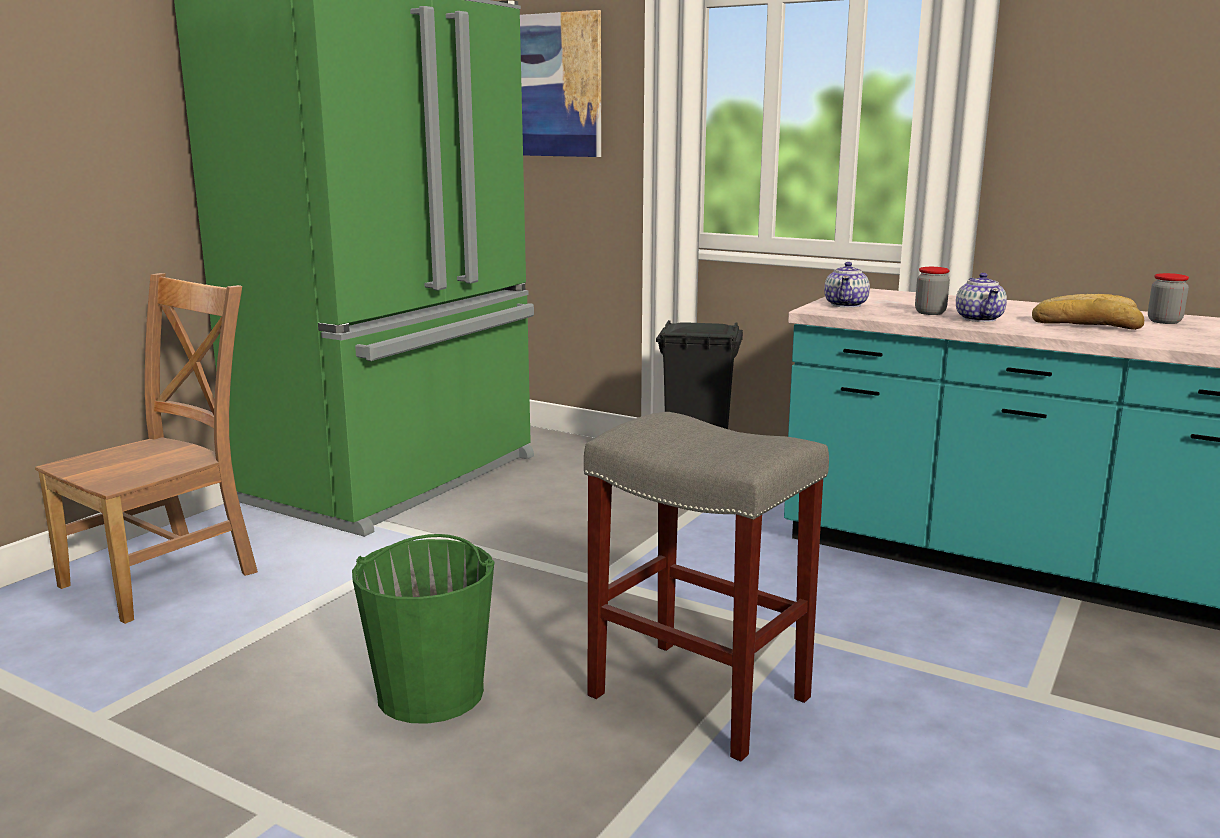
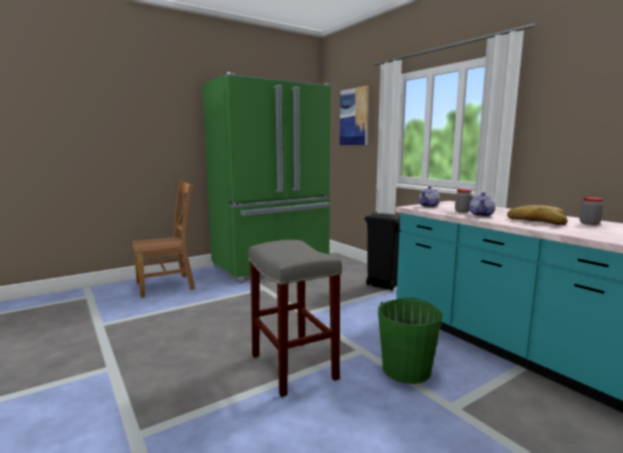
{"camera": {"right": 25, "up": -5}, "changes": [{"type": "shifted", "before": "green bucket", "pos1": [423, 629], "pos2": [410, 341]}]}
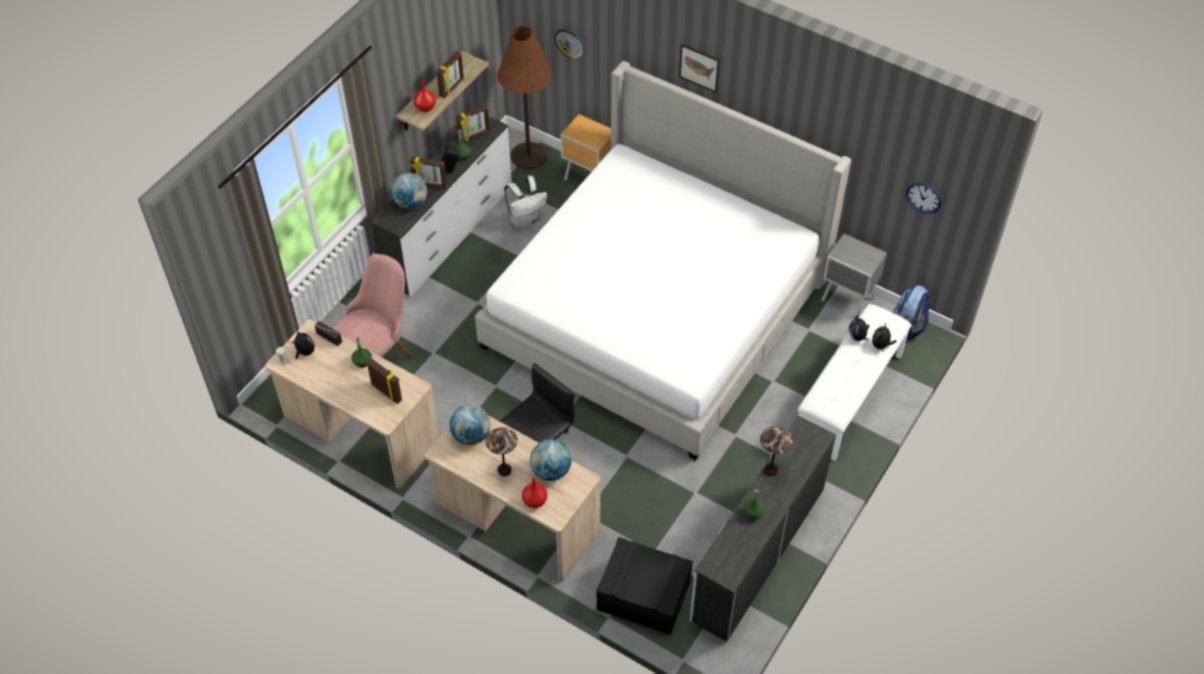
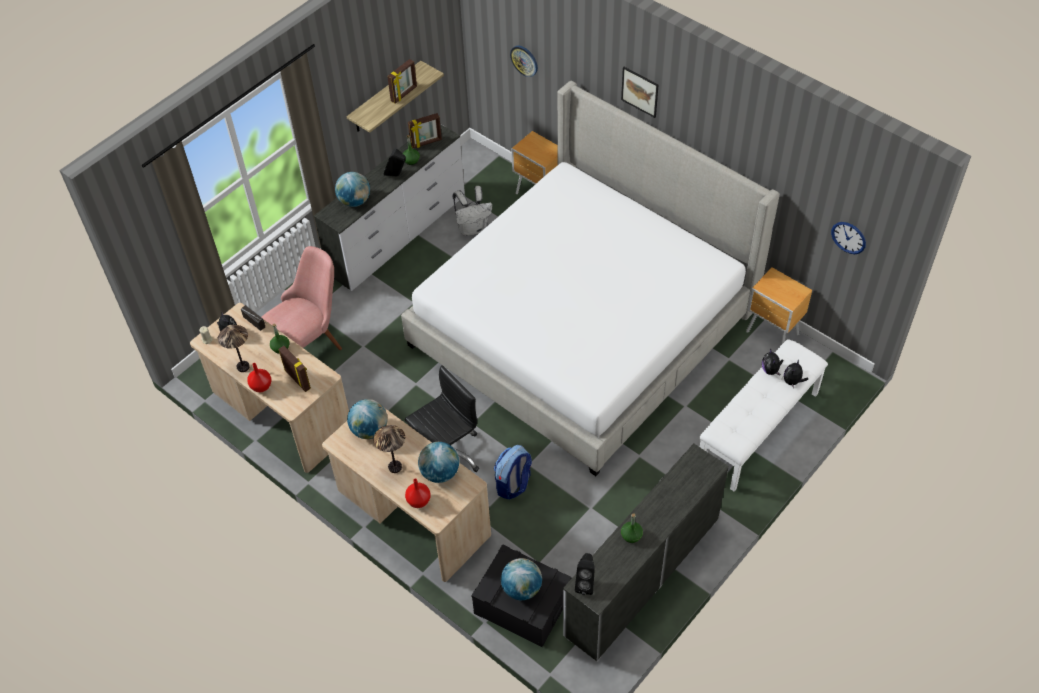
{"camera": {"right": 10, "up": 0}, "changes": [{"type": "gone", "before": "picture frame", "pos1": [428, 172]}, {"type": "shifted", "before": "red vase", "pos1": [424, 96], "pos2": [259, 377]}, {"type": "gone", "before": "brown floor lamp", "pos1": [524, 97]}, {"type": "shifted", "before": "table lamp", "pos1": [776, 451], "pos2": [234, 348]}, {"type": "repainted", "before": "grey nightstand", "after": "brown nightstand", "pos1": [854, 275], "pos2": [779, 306]}, {"type": "shifted", "before": "backpack", "pos1": [912, 312], "pos2": [513, 472]}, {"type": "new", "after": "globe", "pos2": [521, 579]}, {"type": "new", "after": "black speaker", "pos2": [585, 574]}]}
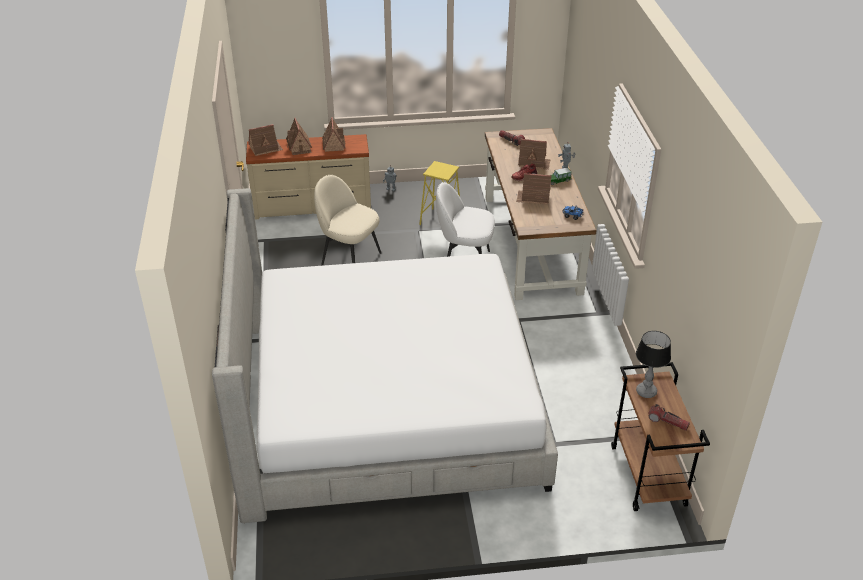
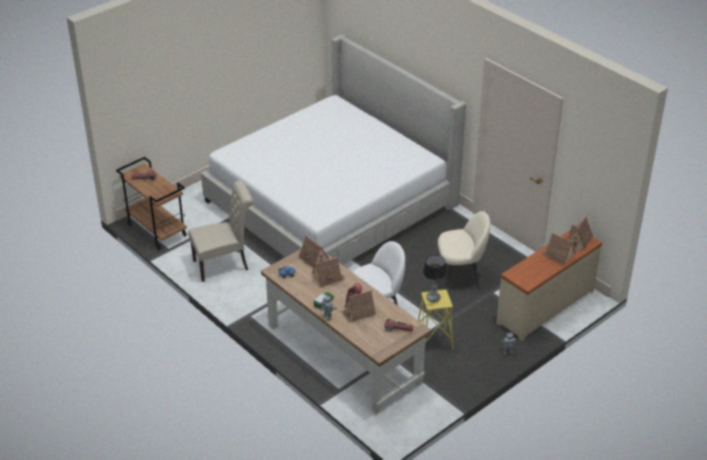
{"camera": {"right": 145, "up": 0}, "changes": [{"type": "shifted", "before": "toy house", "pos1": [334, 134], "pos2": [313, 252]}, {"type": "shifted", "before": "table lamp", "pos1": [653, 364], "pos2": [435, 278]}, {"type": "new", "after": "beige chair", "pos2": [220, 231]}]}
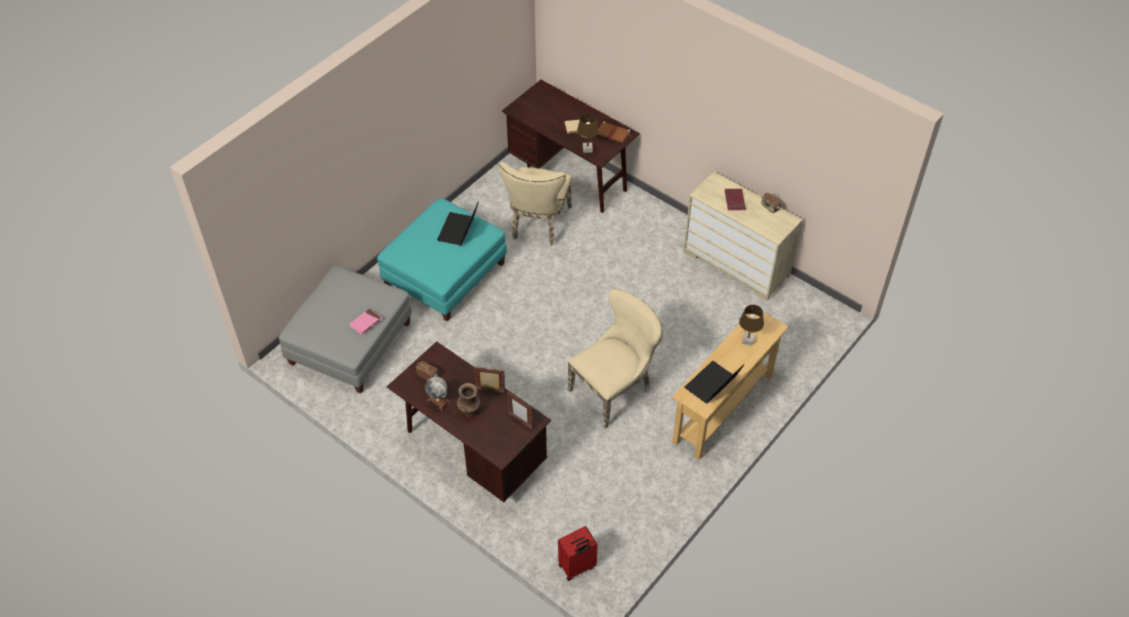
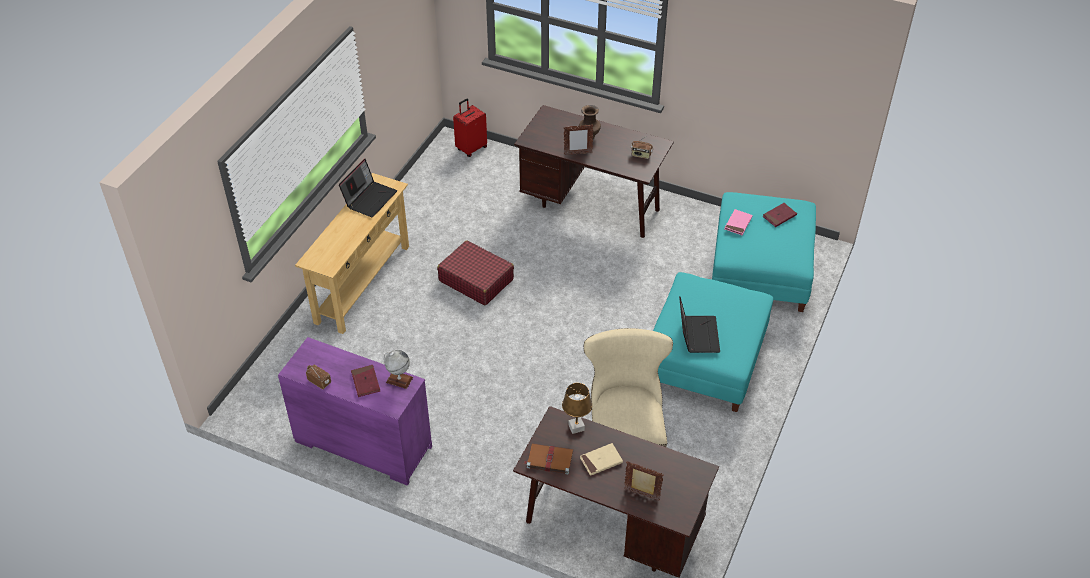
{"camera": {"right": 165, "up": -5}, "changes": [{"type": "repainted", "before": "grey ottoman", "after": "turquoise ottoman", "pos1": [345, 329], "pos2": [764, 252]}, {"type": "shifted", "before": "globe", "pos1": [437, 394], "pos2": [398, 369]}, {"type": "shifted", "before": "picture frame", "pos1": [520, 410], "pos2": [644, 481]}, {"type": "swapped", "before": "beige chair", "after": "red suitcase", "pos1": [615, 359], "pos2": [475, 272]}, {"type": "repainted", "before": "beige dresser", "after": "purple dresser", "pos1": [743, 236], "pos2": [355, 411]}, {"type": "gone", "before": "brown table lamp", "pos1": [751, 325]}, {"type": "new", "after": "red book", "pos2": [780, 215]}]}
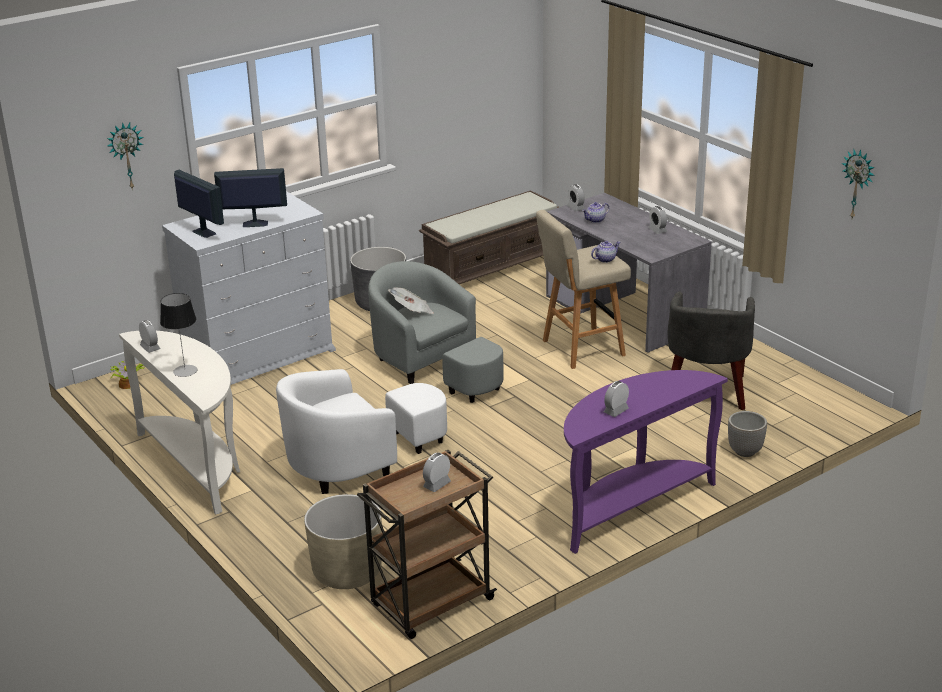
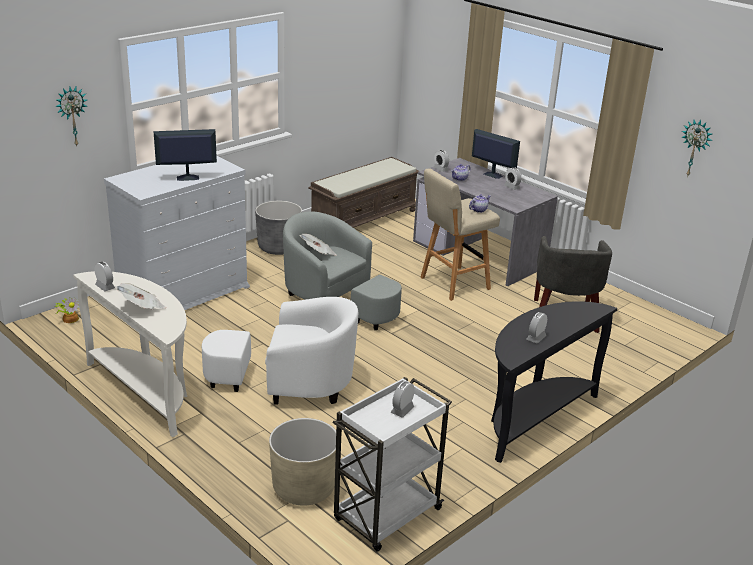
{"camera": {"right": -10, "up": 0}, "changes": [{"type": "swapped", "before": "table lamp", "after": "newspaper", "pos1": [179, 335], "pos2": [140, 296]}, {"type": "shifted", "before": "monitor", "pos1": [199, 204], "pos2": [496, 154]}, {"type": "rotated", "before": "white armchair", "pos1": [361, 431], "pos2": [280, 351], "turn": -135}, {"type": "repainted", "before": "brown cart", "after": "white cart", "pos1": [427, 544], "pos2": [392, 464]}, {"type": "repainted", "before": "purple console table", "after": "black console table", "pos1": [646, 462], "pos2": [554, 382]}, {"type": "gone", "before": "planter", "pos1": [747, 434]}]}
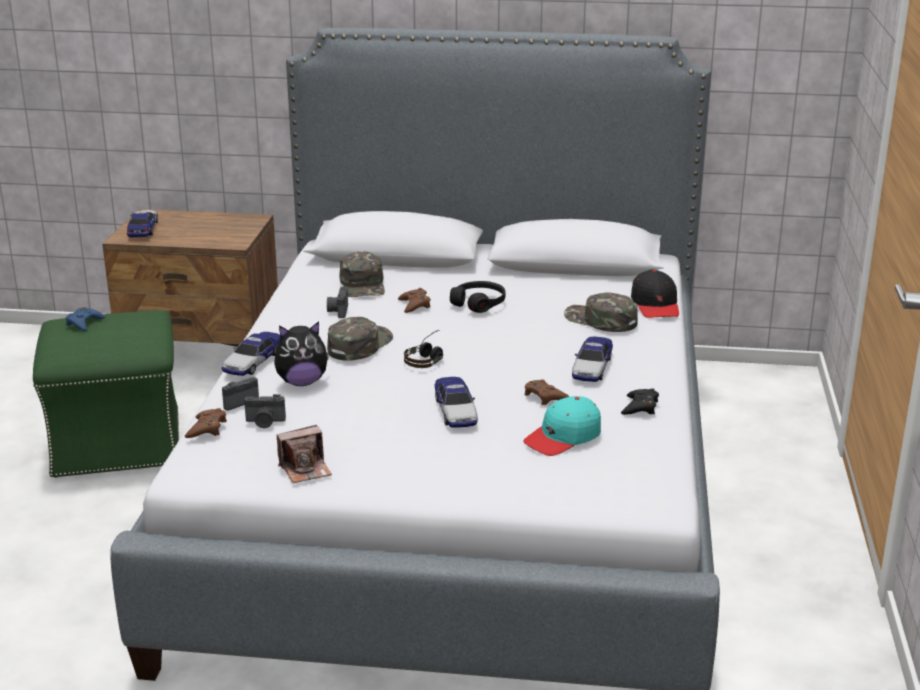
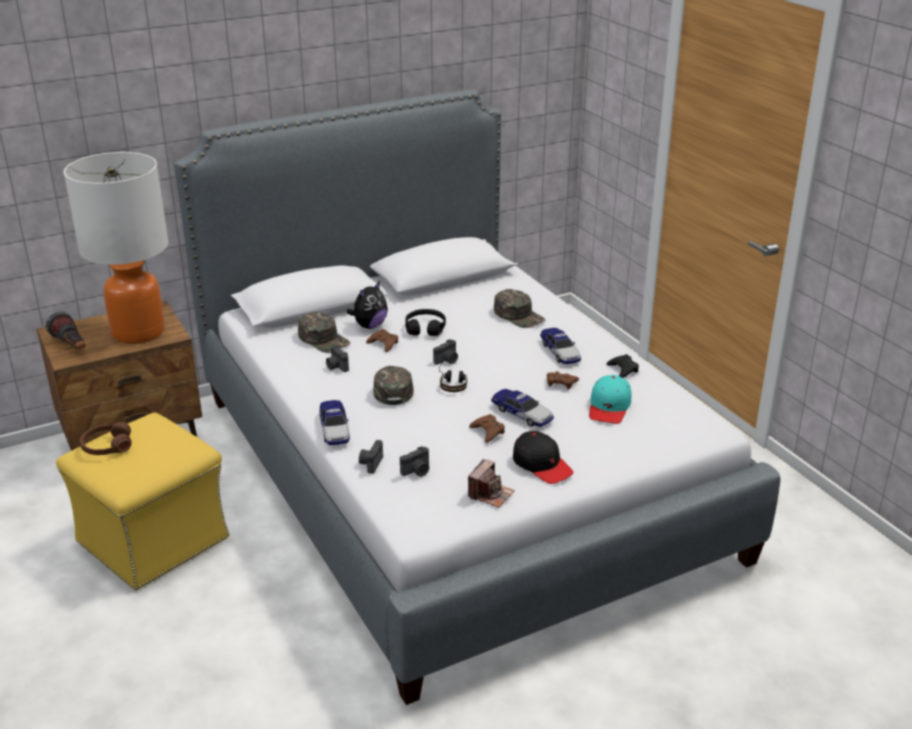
{"camera": {"right": -35, "up": 5}, "changes": [{"type": "repainted", "before": "green ottoman", "after": "yellow ottoman", "pos1": [106, 394], "pos2": [143, 501]}, {"type": "swapped", "before": "blue game controller", "after": "brown headphones", "pos1": [85, 319], "pos2": [106, 438]}, {"type": "swapped", "before": "toy car", "after": "flashlight", "pos1": [142, 223], "pos2": [65, 330]}, {"type": "shifted", "before": "brown game controller", "pos1": [206, 423], "pos2": [487, 428]}, {"type": "shifted", "before": "plush toy", "pos1": [301, 354], "pos2": [367, 305]}, {"type": "rotated", "before": "green cap", "pos1": [601, 312], "pos2": [519, 308], "turn": -135}, {"type": "shifted", "before": "black cap", "pos1": [655, 294], "pos2": [543, 457]}, {"type": "new", "after": "table lamp", "pos2": [116, 247]}, {"type": "new", "after": "photo camera", "pos2": [445, 352]}]}
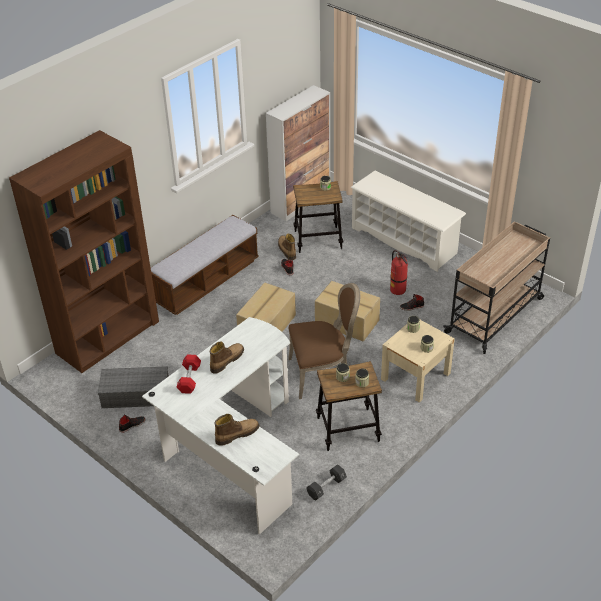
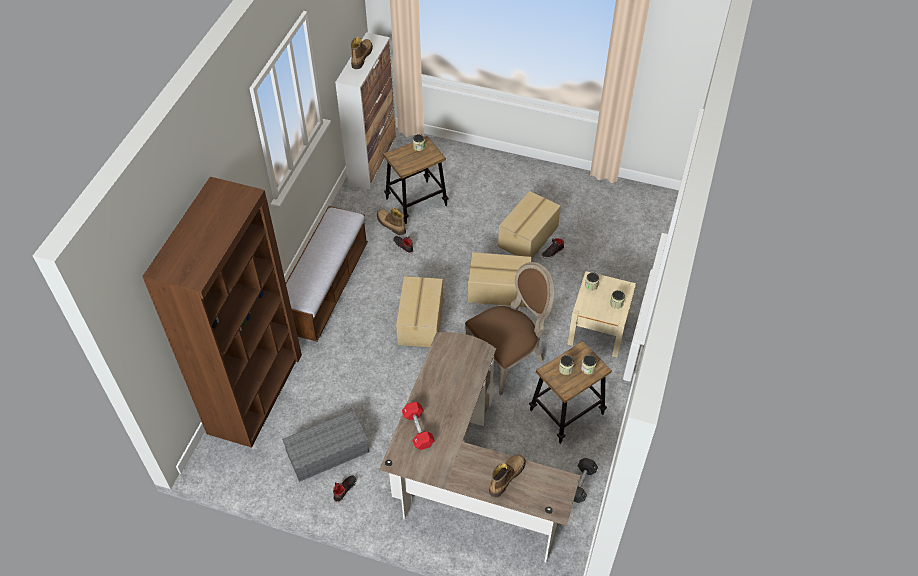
{"camera": {"right": -25, "up": 10}, "changes": [{"type": "repainted", "before": "white desk", "after": "brown desk", "pos1": [220, 426], "pos2": [479, 447]}, {"type": "shifted", "before": "boot", "pos1": [227, 357], "pos2": [362, 53]}, {"type": "gone", "before": "white shoe rack", "pos1": [408, 221]}, {"type": "swapped", "before": "fire extinguisher", "after": "cardboard box", "pos1": [399, 272], "pos2": [529, 225]}, {"type": "gone", "before": "beige cart", "pos1": [496, 287]}]}
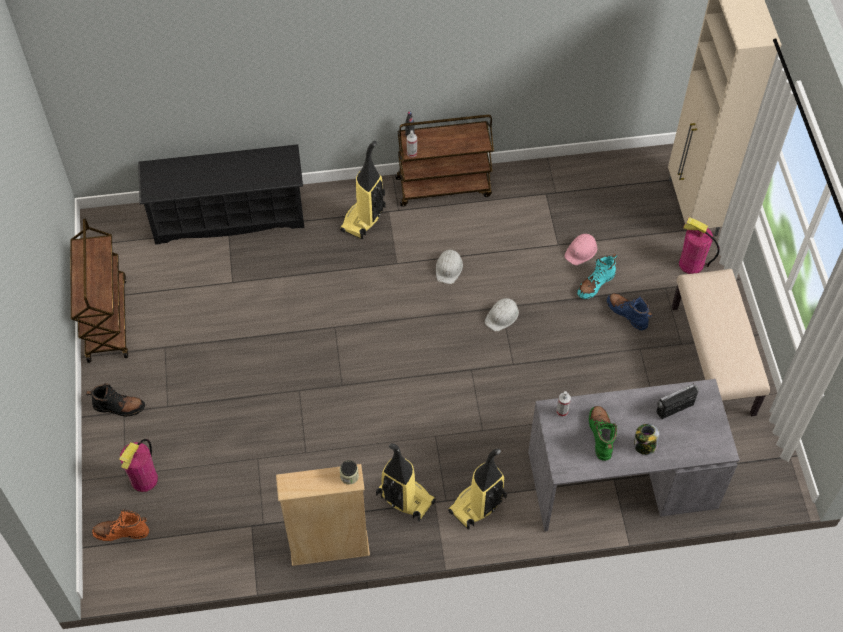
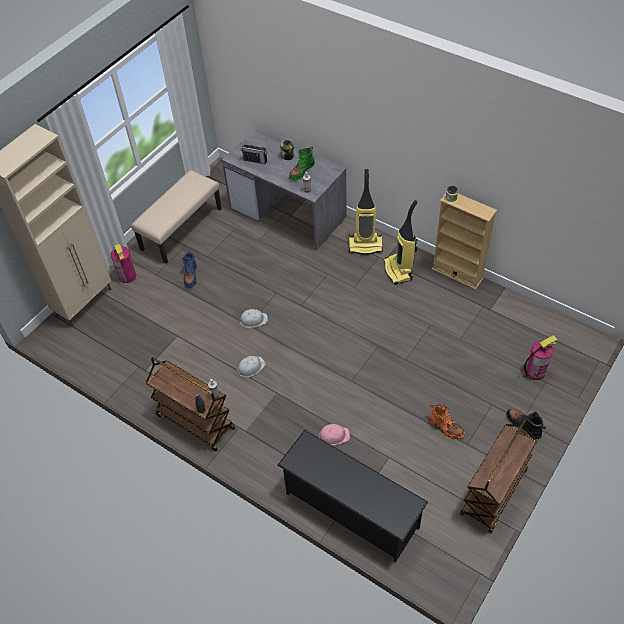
{"camera": {"right": -135, "up": -5}, "changes": [{"type": "shifted", "before": "orange boot", "pos1": [120, 525], "pos2": [447, 421]}, {"type": "gone", "before": "vacuum cleaner", "pos1": [363, 190]}, {"type": "shifted", "before": "pink hard hat", "pos1": [580, 249], "pos2": [334, 435]}, {"type": "gone", "before": "turquoise boot", "pos1": [597, 276]}]}
